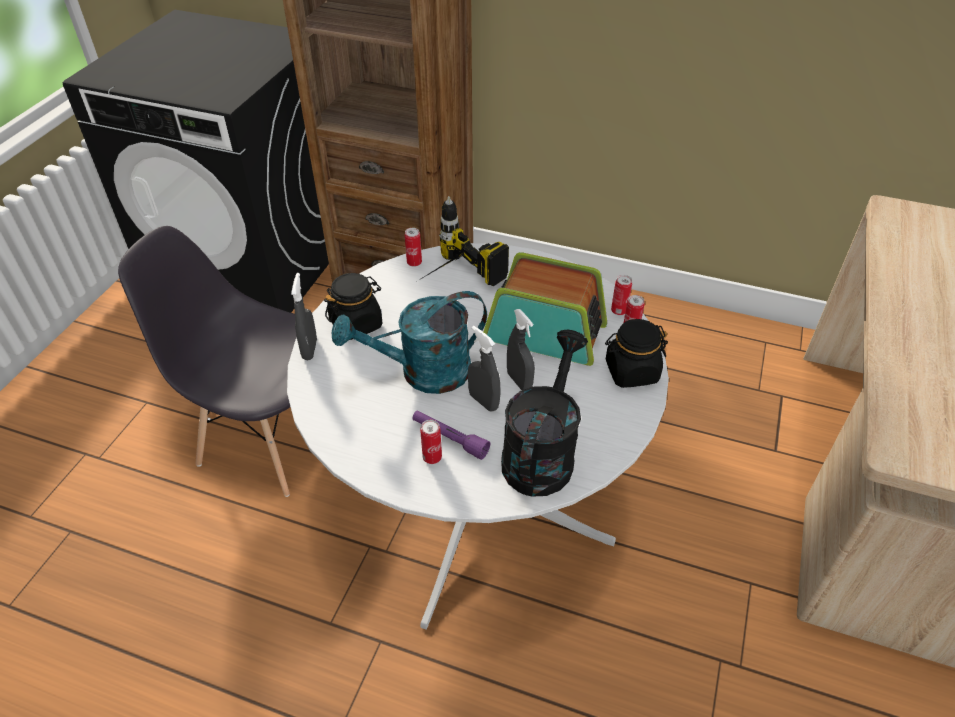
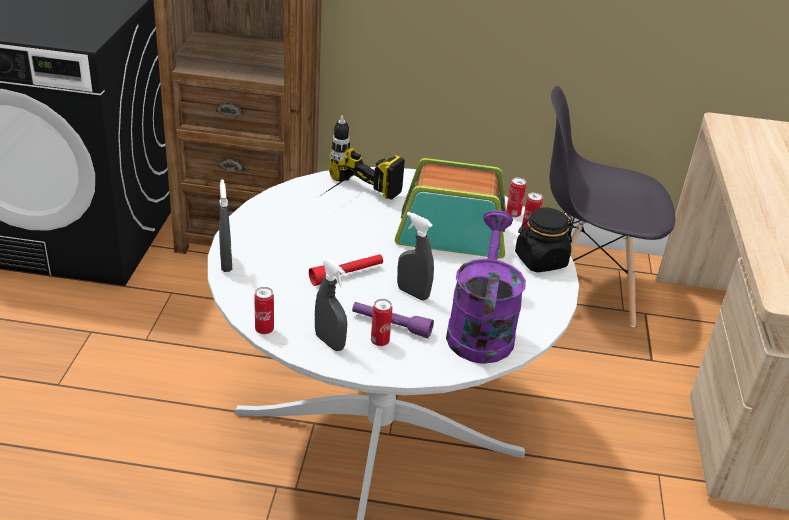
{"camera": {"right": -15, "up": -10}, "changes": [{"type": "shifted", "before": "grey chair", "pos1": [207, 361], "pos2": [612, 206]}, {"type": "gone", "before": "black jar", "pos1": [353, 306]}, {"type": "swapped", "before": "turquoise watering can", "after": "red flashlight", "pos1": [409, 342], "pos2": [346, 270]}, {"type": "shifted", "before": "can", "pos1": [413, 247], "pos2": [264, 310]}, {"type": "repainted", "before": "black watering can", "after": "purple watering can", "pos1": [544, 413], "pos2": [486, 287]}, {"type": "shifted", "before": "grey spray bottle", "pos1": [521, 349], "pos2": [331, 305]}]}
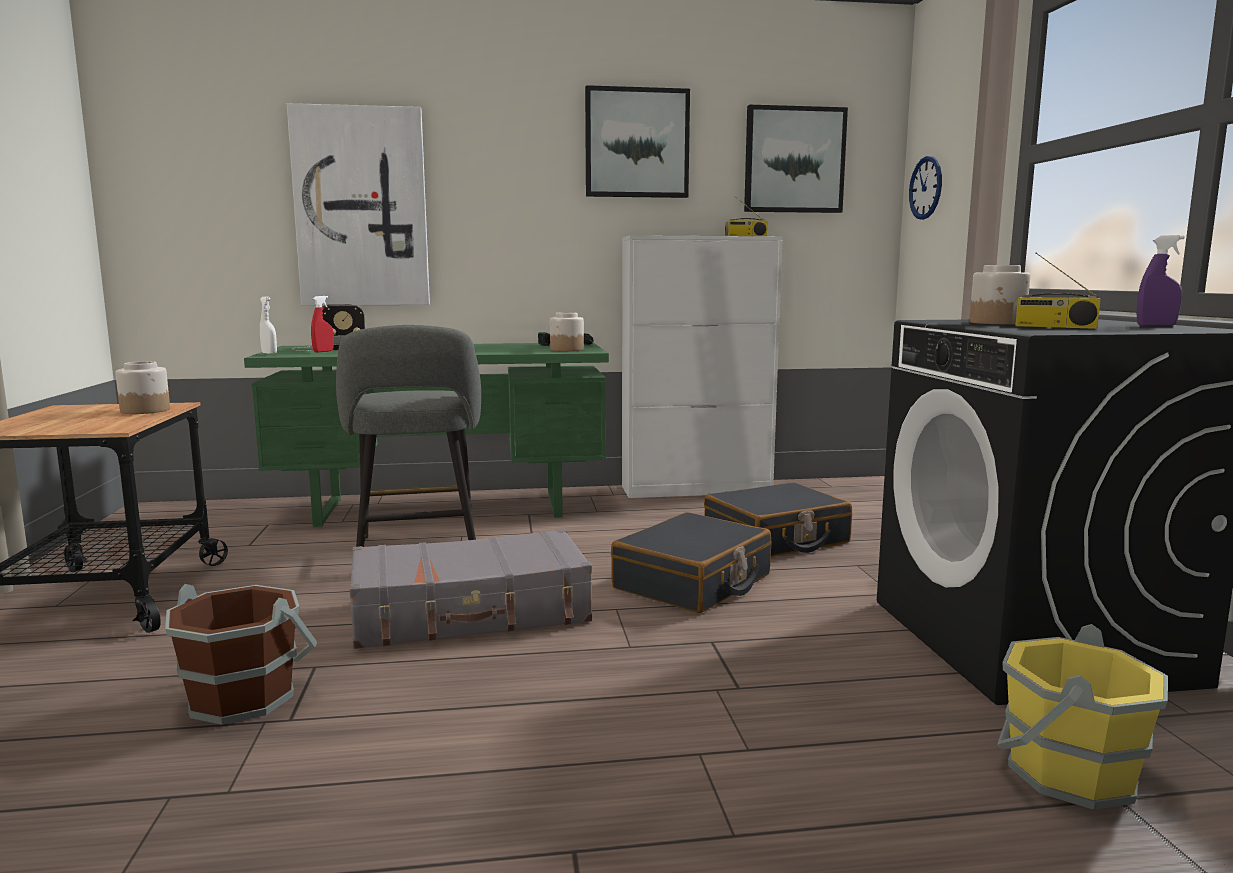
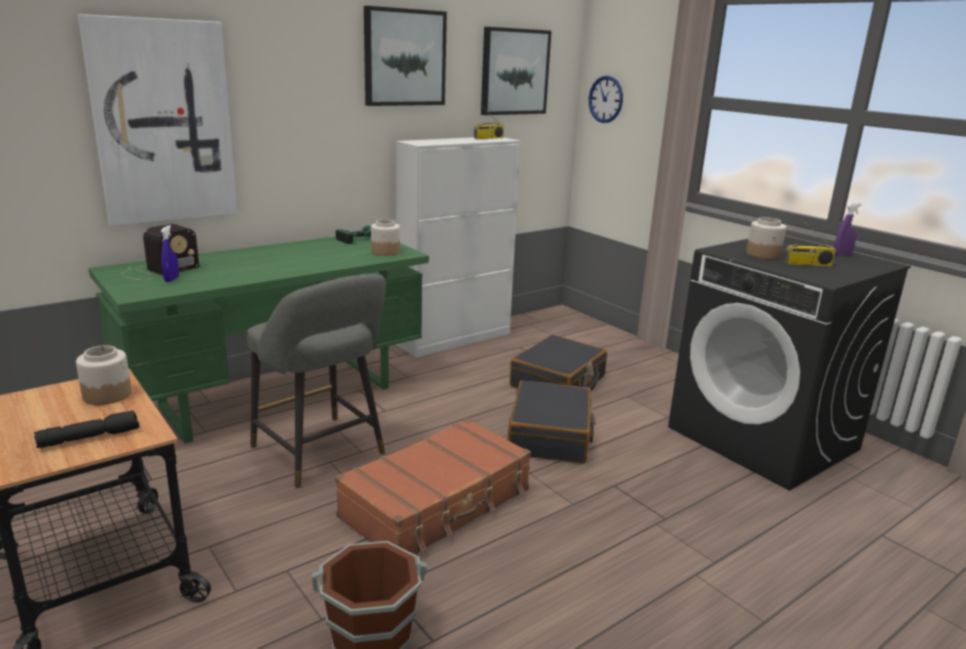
{"camera": {"right": -30, "up": 10}, "changes": [{"type": "gone", "before": "white spray bottle", "pos1": [268, 325]}, {"type": "repainted", "before": "red spray bottle", "after": "blue spray bottle", "pos1": [322, 324], "pos2": [170, 253]}, {"type": "repainted", "before": "grey suitcase", "after": "brown suitcase", "pos1": [470, 589], "pos2": [433, 486]}, {"type": "gone", "before": "yellow bucket", "pos1": [1082, 717]}, {"type": "new", "after": "black flashlight", "pos2": [87, 429]}]}
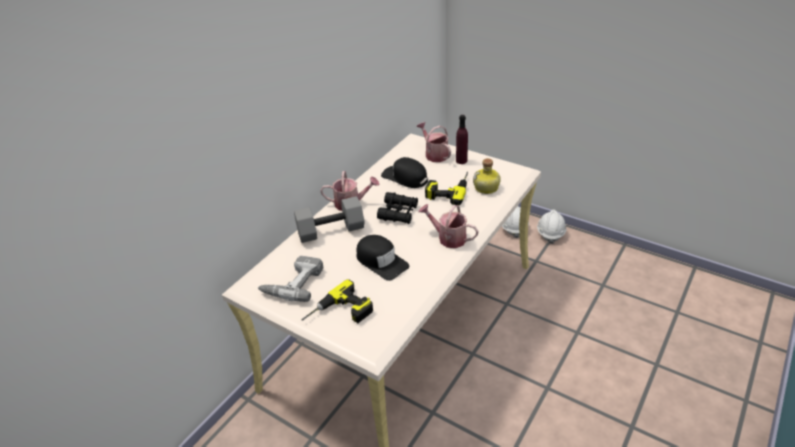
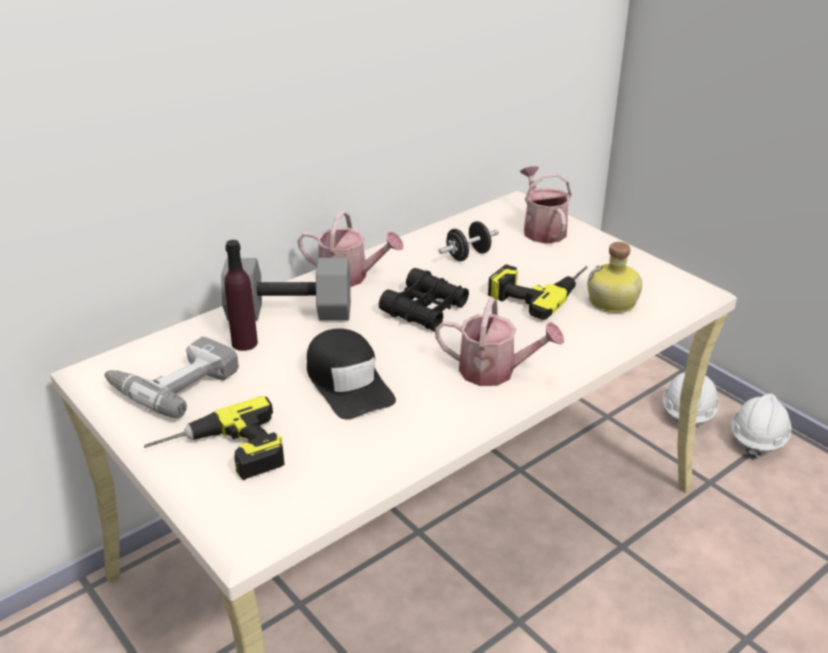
{"camera": {"right": 15, "up": -5}, "changes": [{"type": "swapped", "before": "black cap", "after": "black dumbbell", "pos1": [404, 172], "pos2": [469, 241]}, {"type": "rotated", "before": "watering can", "pos1": [448, 226], "pos2": [499, 342], "turn": 150}, {"type": "shifted", "before": "purple bottle", "pos1": [462, 139], "pos2": [241, 295]}]}
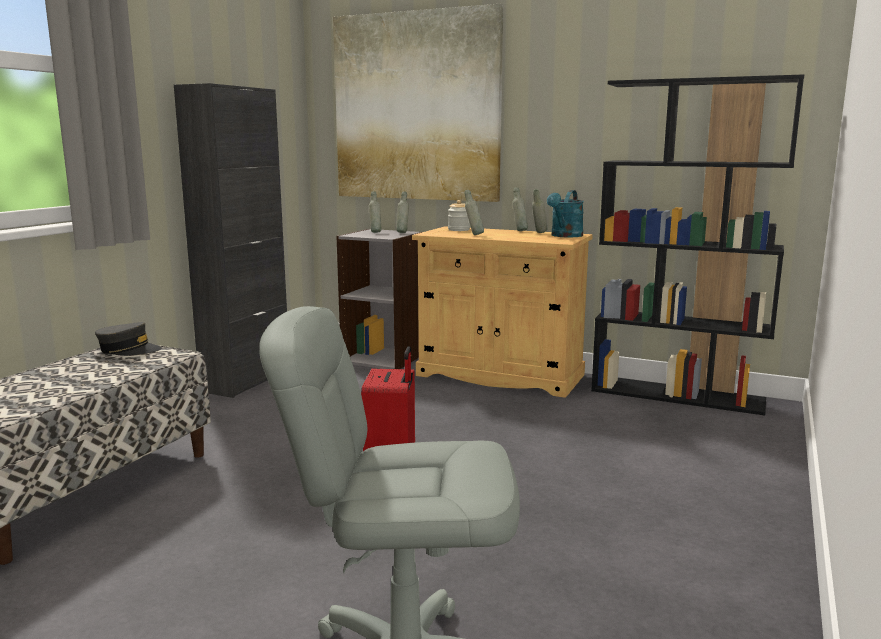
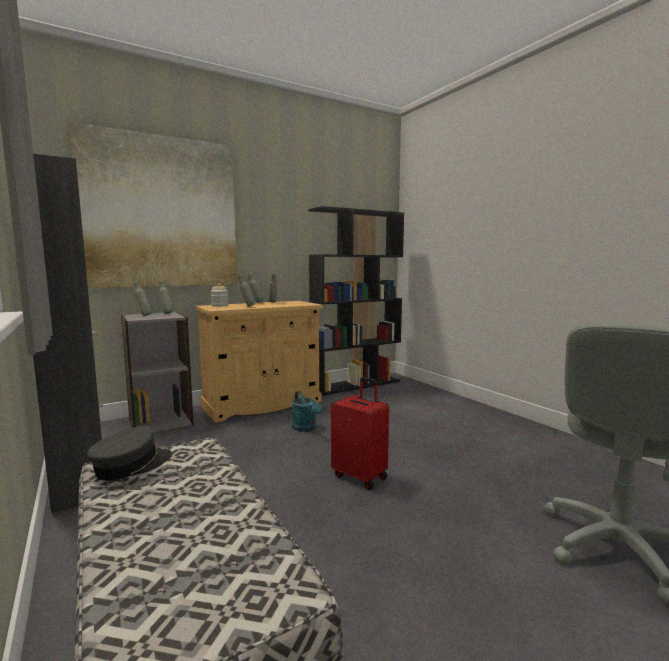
{"camera": {"right": -55, "up": -5}, "changes": [{"type": "shifted", "before": "turquoise watering can", "pos1": [565, 213], "pos2": [307, 411]}]}
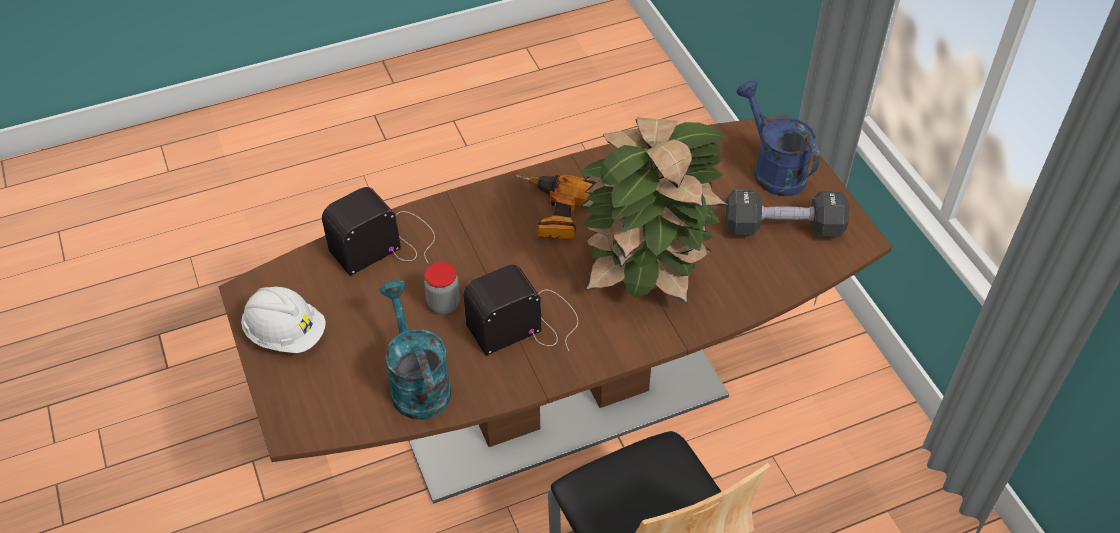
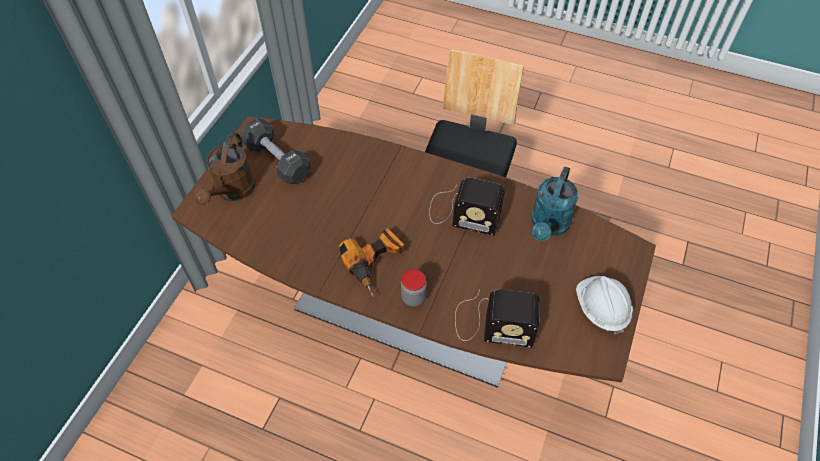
{"camera": {"right": -135, "up": 5}, "changes": [{"type": "shifted", "before": "jar", "pos1": [442, 288], "pos2": [414, 288]}, {"type": "gone", "before": "potted plant", "pos1": [654, 210]}, {"type": "repainted", "before": "blue watering can", "after": "brown watering can", "pos1": [778, 138], "pos2": [224, 168]}]}
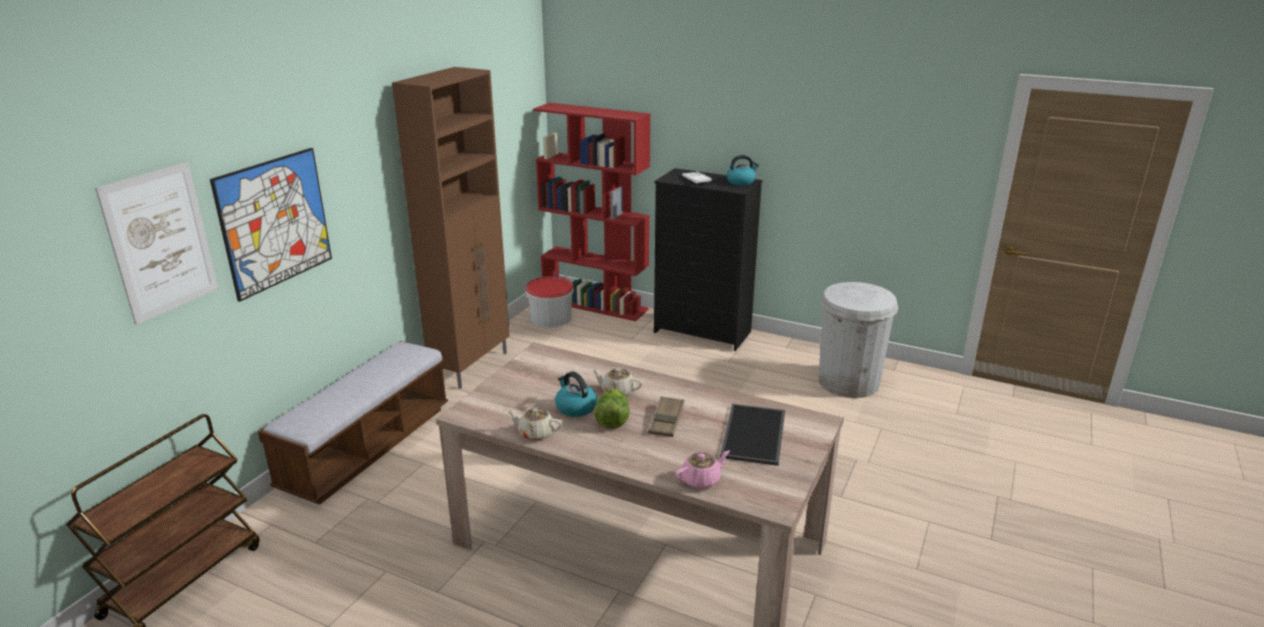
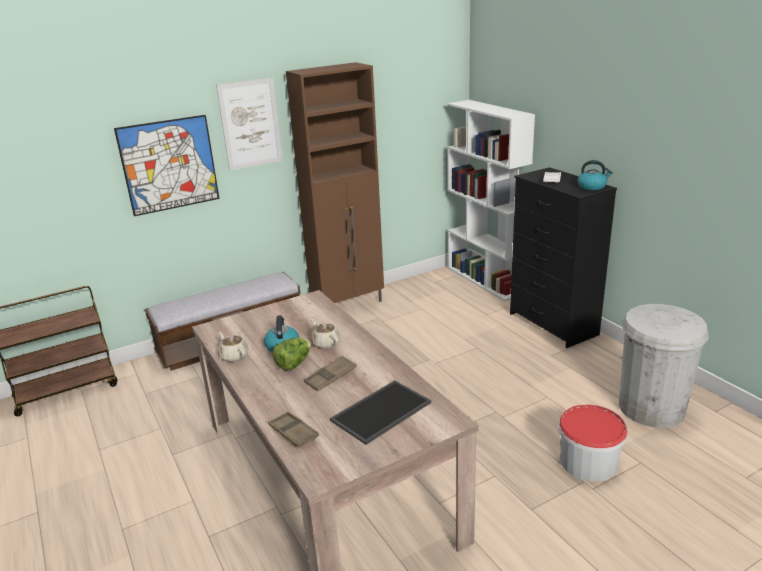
{"camera": {"right": 35, "up": 0}, "changes": [{"type": "shifted", "before": "picture", "pos1": [156, 243], "pos2": [249, 124]}, {"type": "shifted", "before": "bucket", "pos1": [550, 301], "pos2": [592, 443]}, {"type": "repainted", "before": "red bookcase", "after": "white bookcase", "pos1": [591, 212], "pos2": [491, 200]}, {"type": "swapped", "before": "pink teapot", "after": "brown tray", "pos1": [702, 469], "pos2": [293, 429]}]}
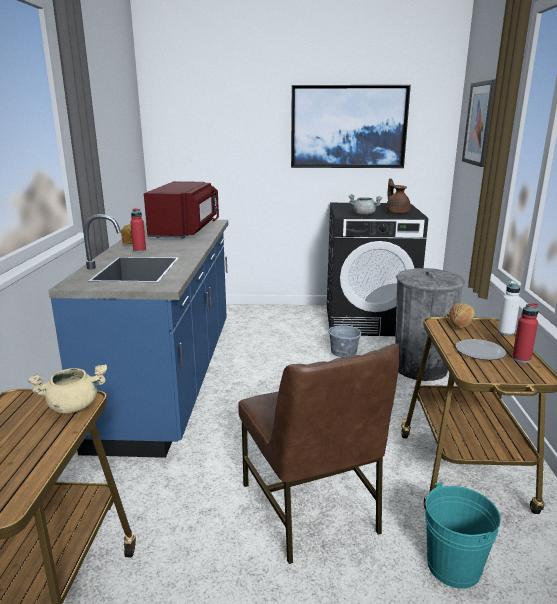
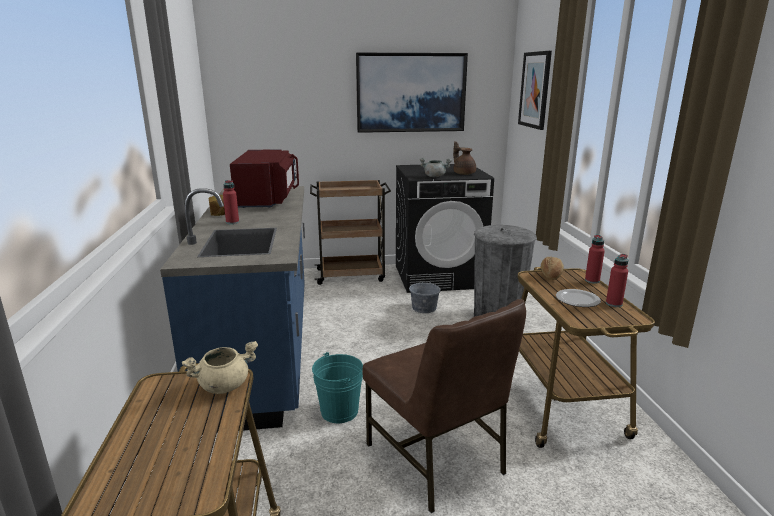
{"camera": {"right": -10, "up": 0}, "changes": [{"type": "shifted", "before": "turquoise bucket", "pos1": [463, 535], "pos2": [337, 387]}, {"type": "repainted", "before": "white bottle", "after": "red bottle", "pos1": [509, 308], "pos2": [595, 259]}, {"type": "new", "after": "brown cart", "pos2": [350, 232]}]}
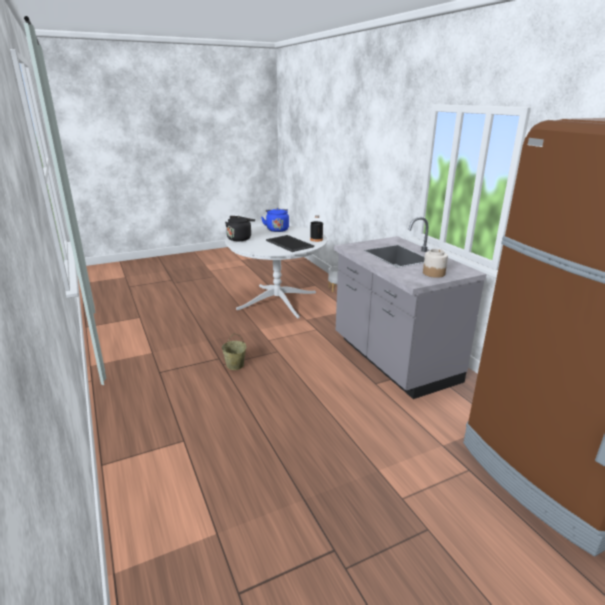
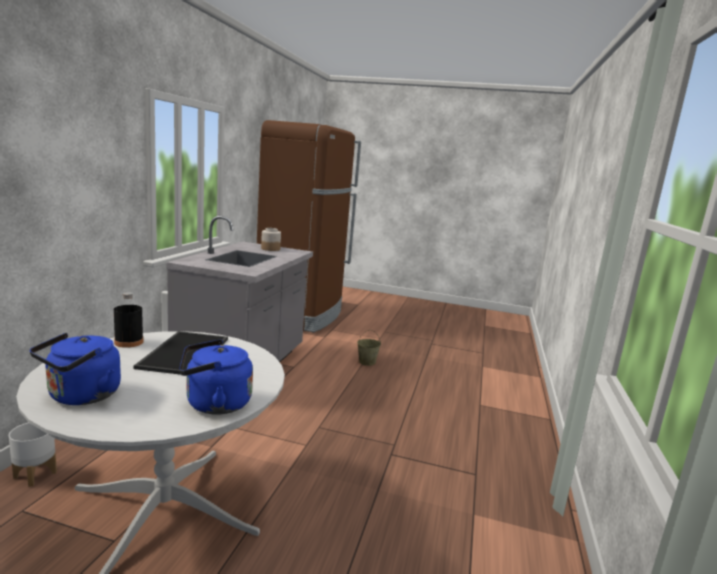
{"camera": {"right": -140, "up": -10}, "changes": [{"type": "shifted", "before": "beige bucket", "pos1": [234, 352], "pos2": [369, 347]}, {"type": "repainted", "before": "black kettle", "after": "blue kettle", "pos1": [240, 228], "pos2": [216, 377]}]}
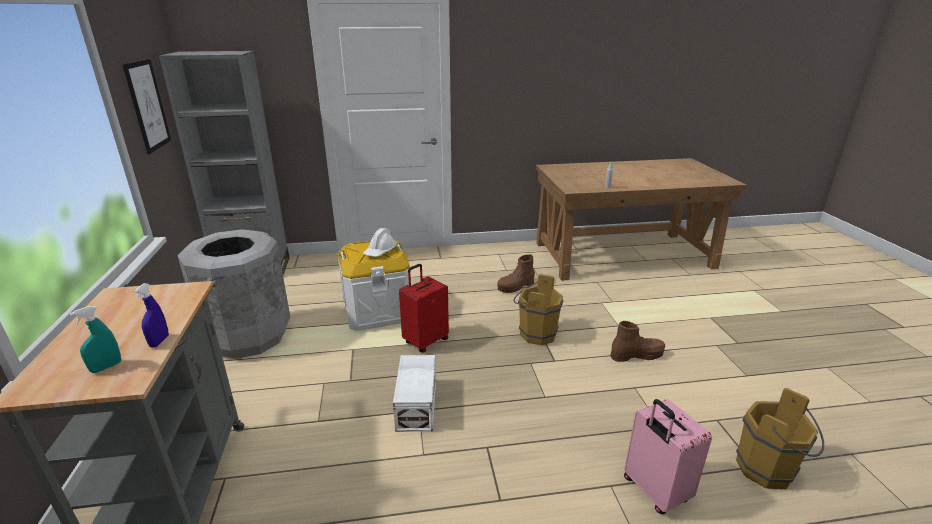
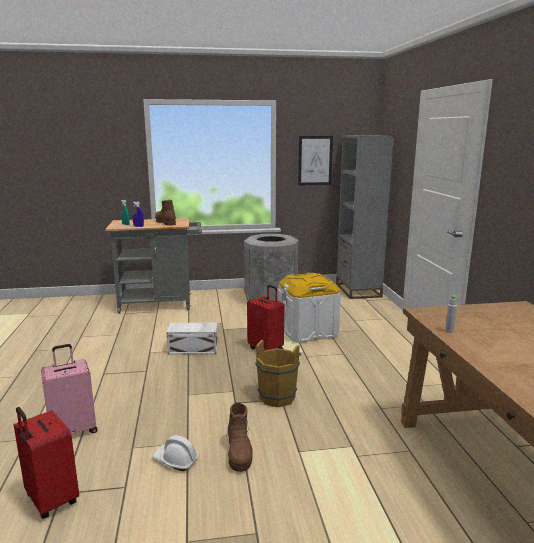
{"camera": {"right": 90, "up": -10}, "changes": [{"type": "shifted", "before": "white hard hat", "pos1": [380, 242], "pos2": [175, 453]}, {"type": "shifted", "before": "brown boot", "pos1": [516, 273], "pos2": [165, 213]}, {"type": "swapped", "before": "brown bucket", "after": "red suitcase", "pos1": [780, 438], "pos2": [46, 463]}]}
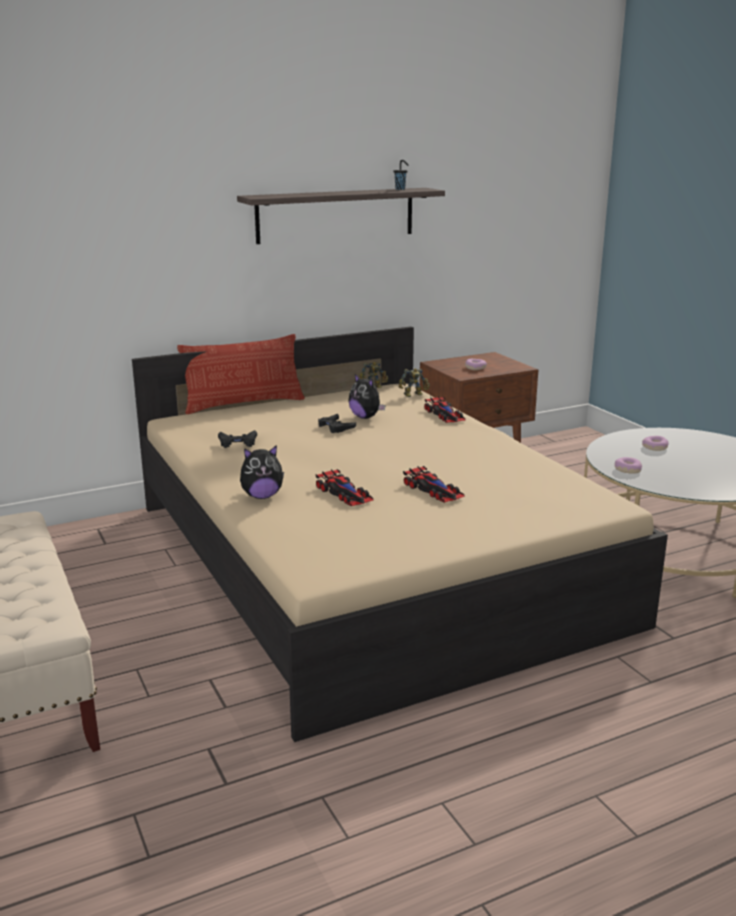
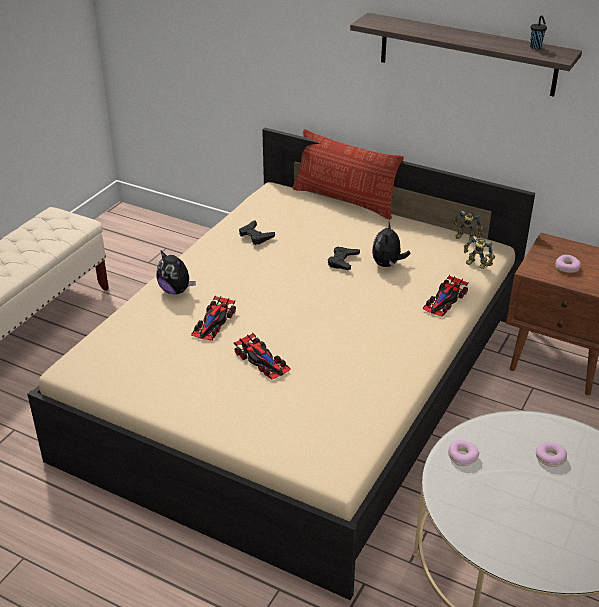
{"camera": {"right": 55, "up": 15}, "changes": [{"type": "rotated", "before": "toy car", "pos1": [433, 484], "pos2": [262, 356], "turn": -60}]}
